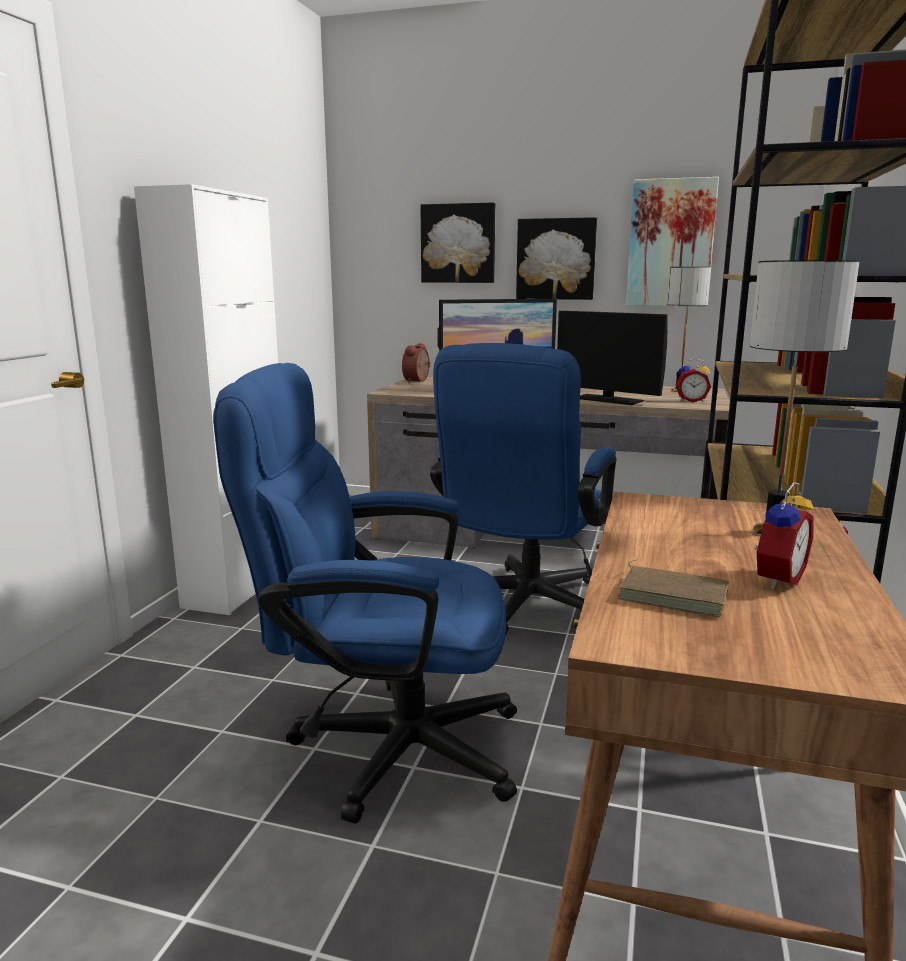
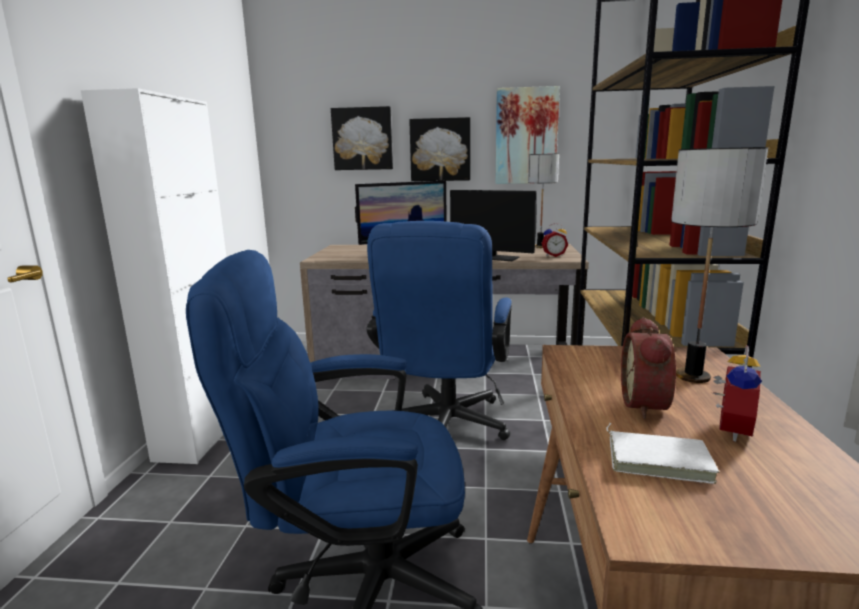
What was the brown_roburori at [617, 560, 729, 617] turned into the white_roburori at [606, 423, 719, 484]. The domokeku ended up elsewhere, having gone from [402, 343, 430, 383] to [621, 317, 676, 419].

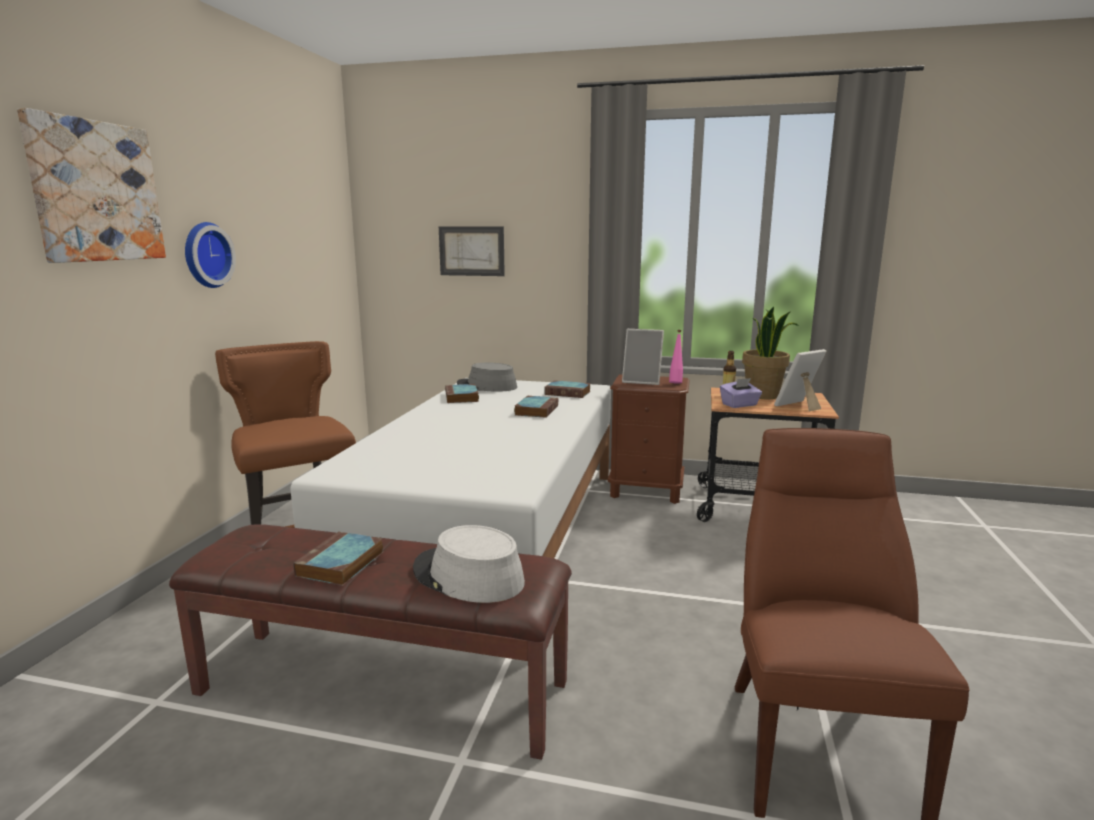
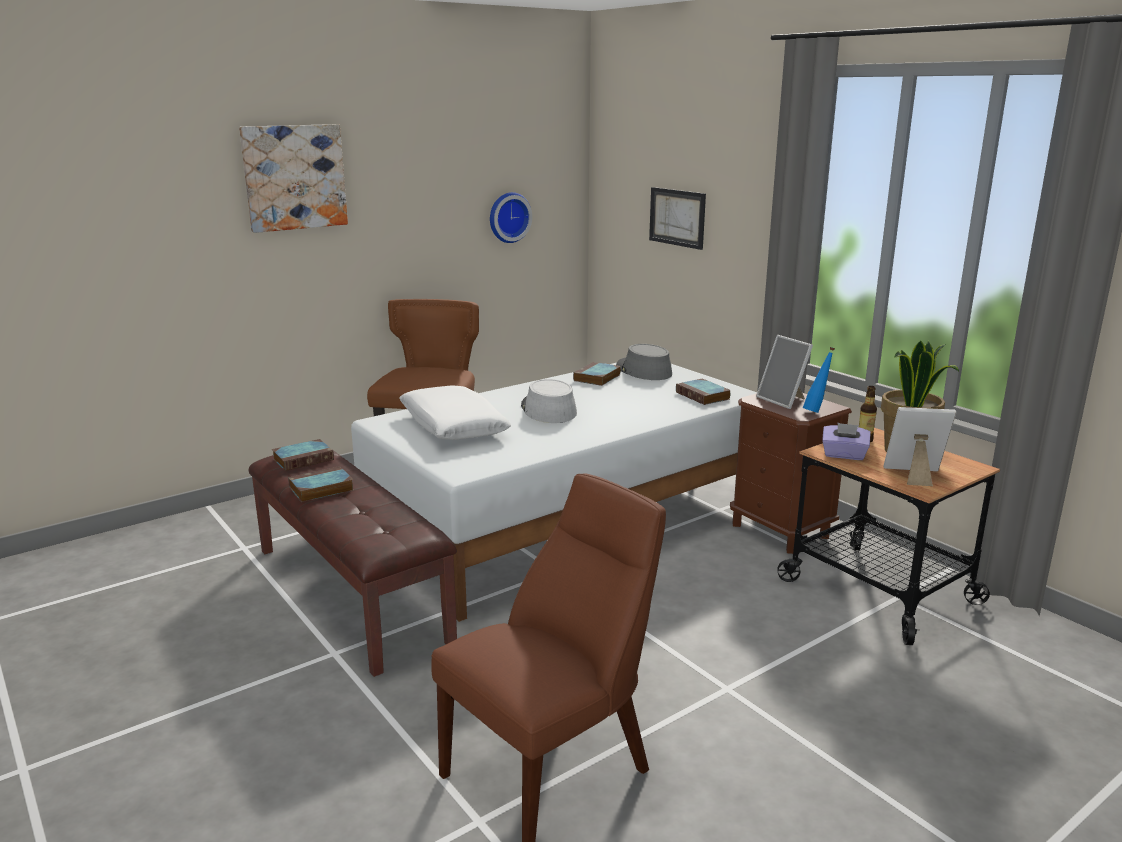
The roburori ended up elsewhere, having gone from [514, 396, 558, 418] to [272, 439, 334, 471]. The second view gained the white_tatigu at [399, 385, 511, 440]. The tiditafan ended up elsewhere, having gone from [185, 222, 236, 288] to [490, 192, 532, 243]. The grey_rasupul ended up elsewhere, having gone from [413, 525, 525, 603] to [521, 379, 577, 423]. What was the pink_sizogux at [669, 330, 683, 384] turned into the blue_sizogux at [803, 347, 835, 413].

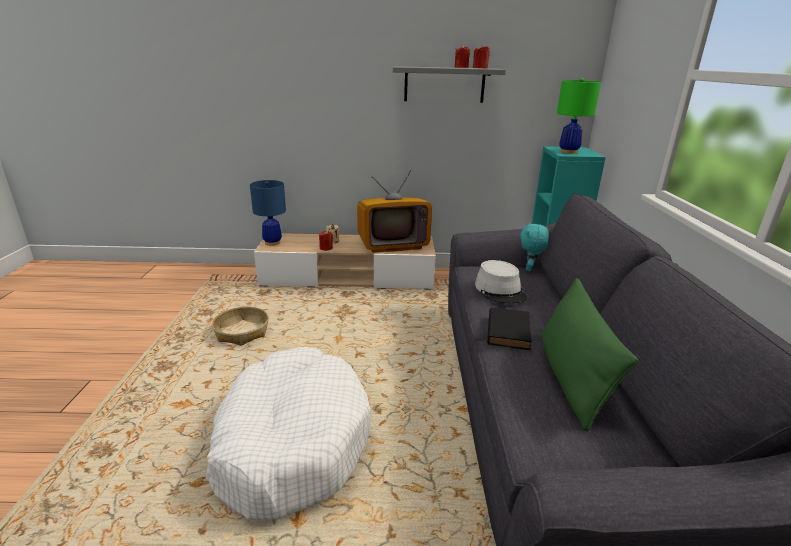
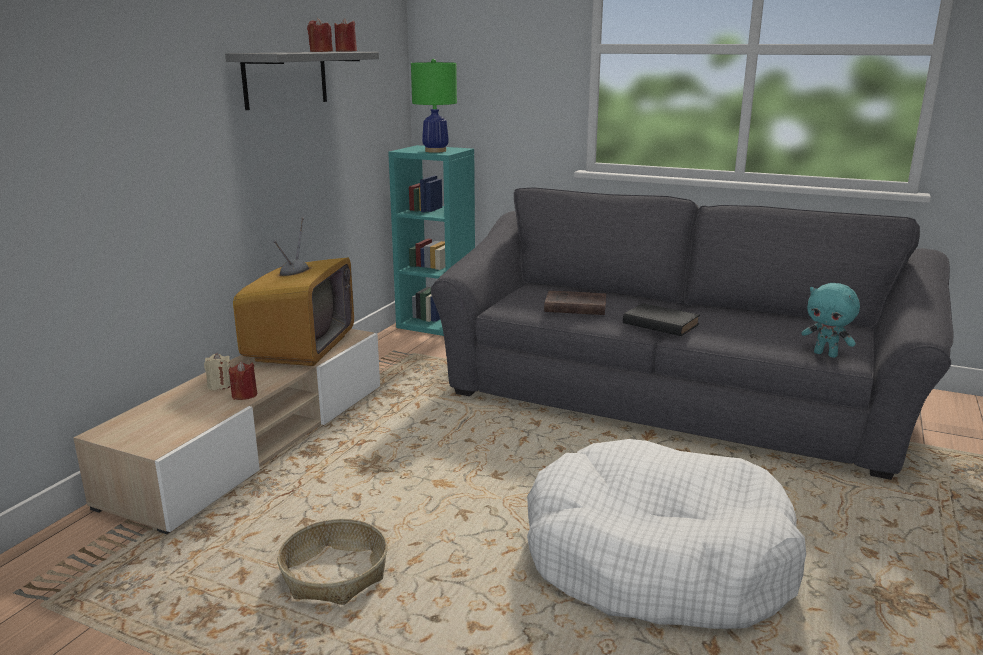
Where the grey_rasupul stood at [475, 260, 527, 303], the brown_roburori came to stand at [544, 291, 606, 315]. The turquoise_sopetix ended up elsewhere, having gone from [520, 223, 549, 271] to [802, 283, 860, 358]. The second view lost the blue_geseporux at [250, 180, 286, 246]. The second view lost the green_tatigu at [541, 278, 639, 432].

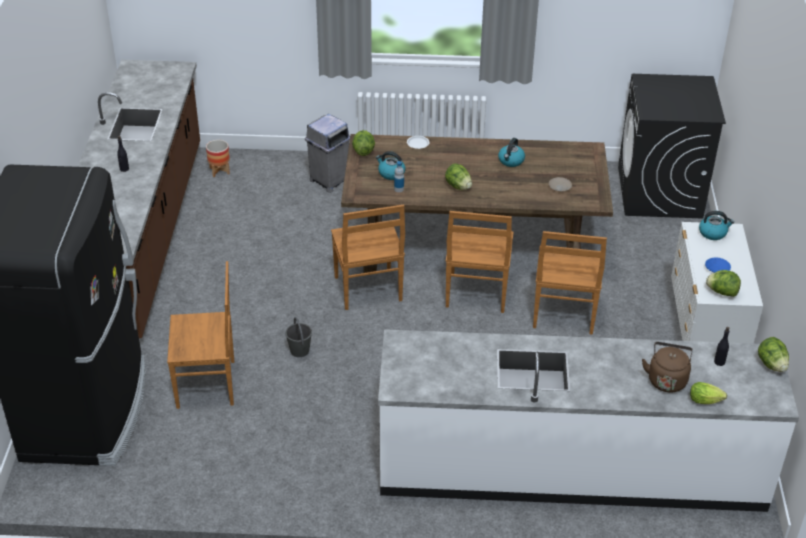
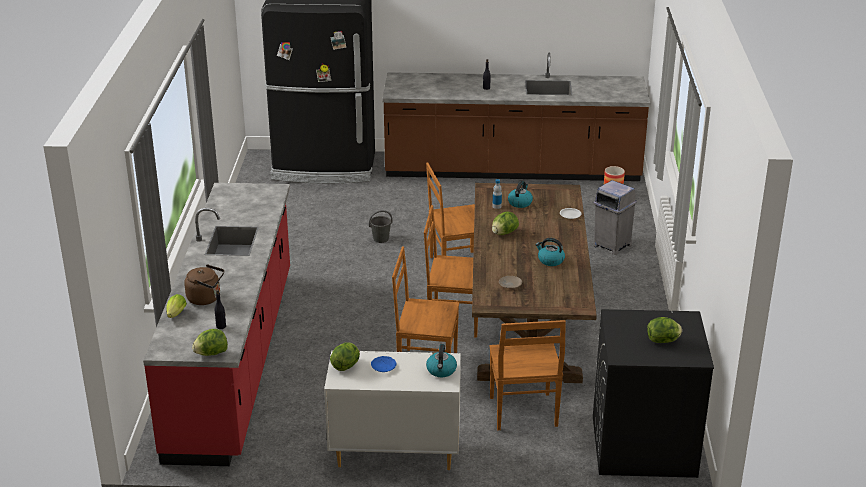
What was the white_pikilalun at [378, 329, 799, 512] turned into the red_pikilalun at [143, 183, 290, 466]. The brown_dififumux ended up elsewhere, having gone from [167, 261, 234, 409] to [489, 320, 566, 430]. The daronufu ended up elsewhere, having gone from [352, 130, 375, 156] to [647, 317, 682, 343].

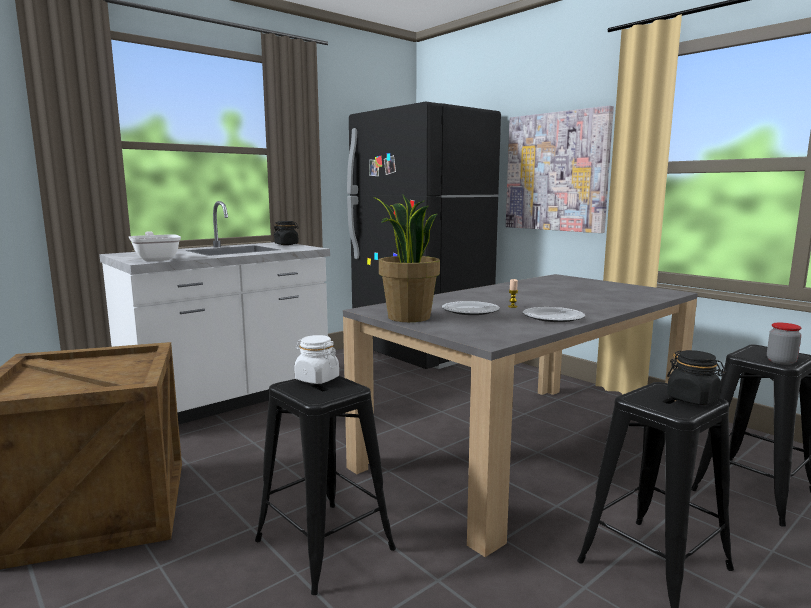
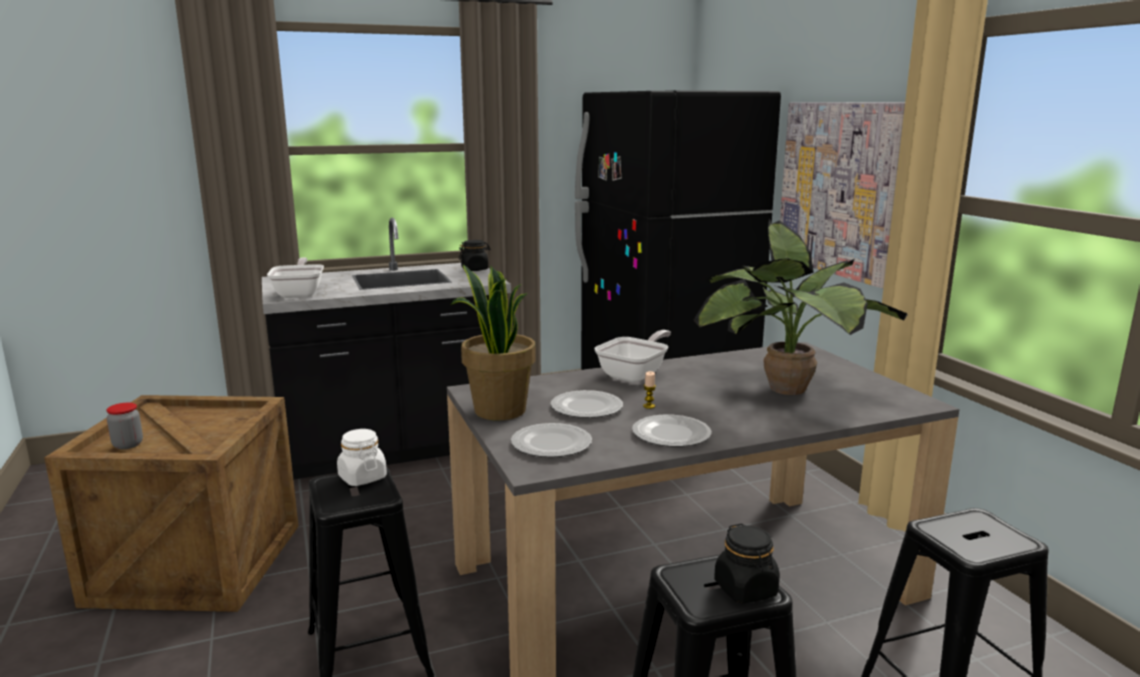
The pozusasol ended up elsewhere, having gone from [767, 323, 801, 365] to [106, 403, 143, 449]. What was the white_pikilalun at [99, 201, 330, 425] turned into the black_pikilalun at [262, 217, 511, 480]. The second view gained the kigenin at [511, 423, 592, 457]. The second view gained the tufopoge at [595, 330, 671, 383]. The second view gained the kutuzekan at [694, 219, 908, 395].

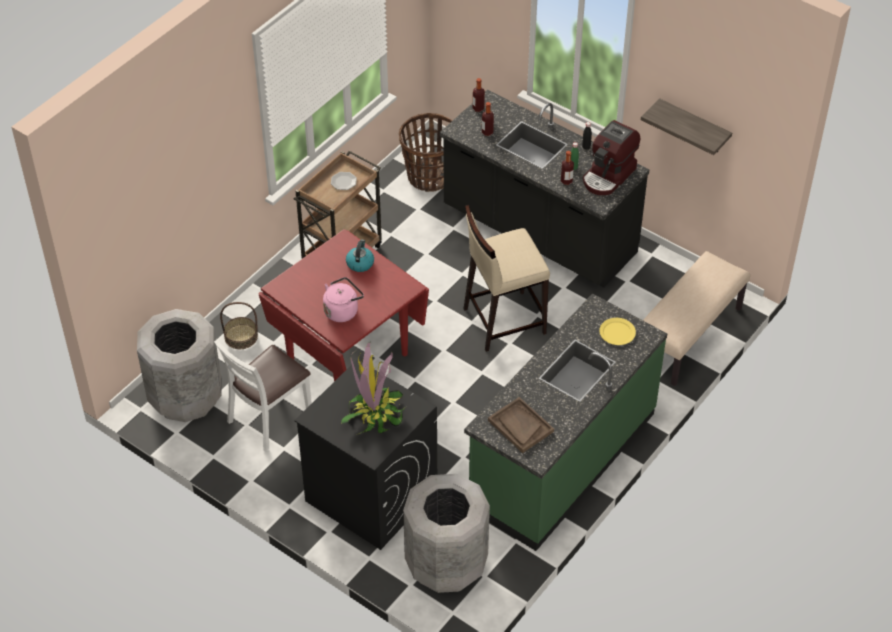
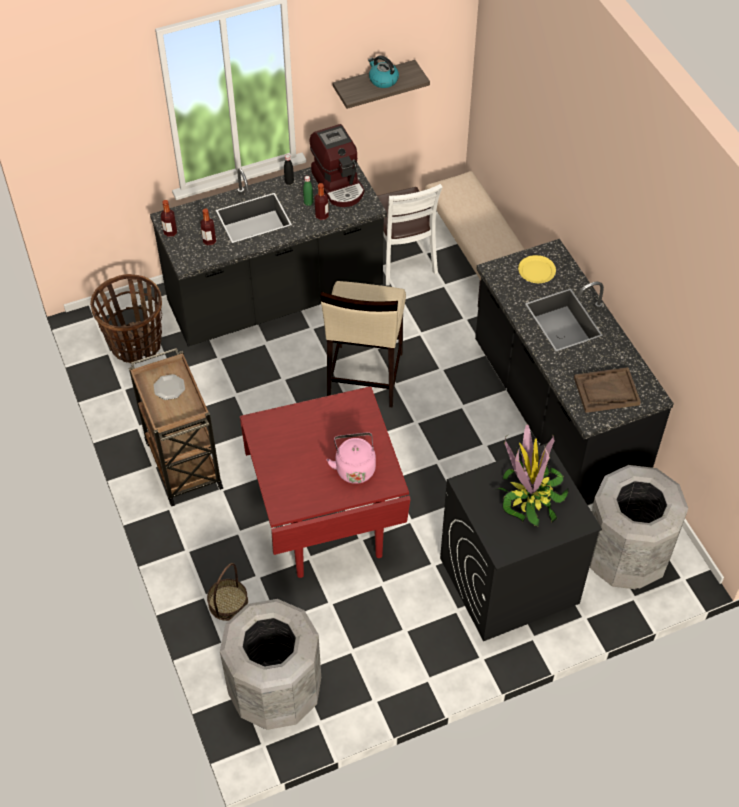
The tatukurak ended up elsewhere, having gone from [346, 240, 374, 272] to [368, 55, 399, 88]. The white_dififumux ended up elsewhere, having gone from [214, 339, 312, 452] to [377, 184, 443, 286]. What was the green_pikilalun at [464, 293, 667, 551] turned into the black_pikilalun at [475, 239, 674, 505].

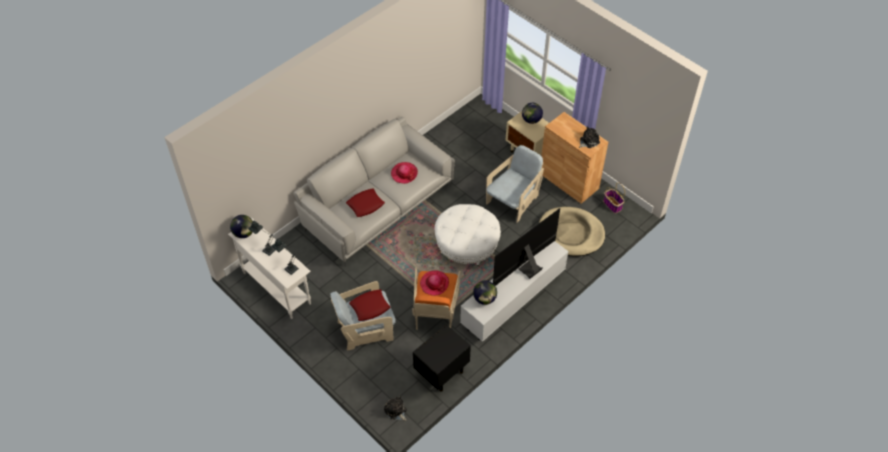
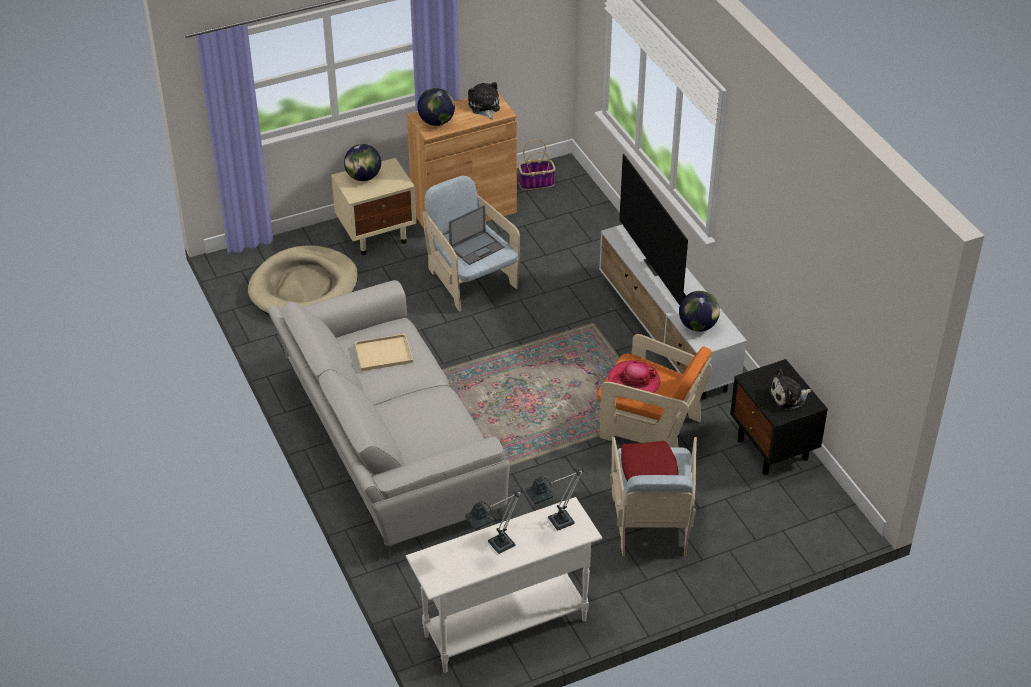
The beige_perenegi ended up elsewhere, having gone from [539, 207, 605, 257] to [248, 245, 358, 316]. Where the rasupul stood at [391, 162, 418, 184], the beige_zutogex came to stand at [354, 334, 413, 371]. The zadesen ended up elsewhere, having gone from [230, 215, 253, 238] to [417, 88, 455, 126]. The second view gained the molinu at [449, 205, 504, 265]. The sopetix ended up elsewhere, having gone from [384, 396, 407, 421] to [768, 369, 811, 410]. The second view lost the red_tatigu at [346, 189, 385, 217]. The second view lost the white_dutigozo at [434, 204, 501, 266].

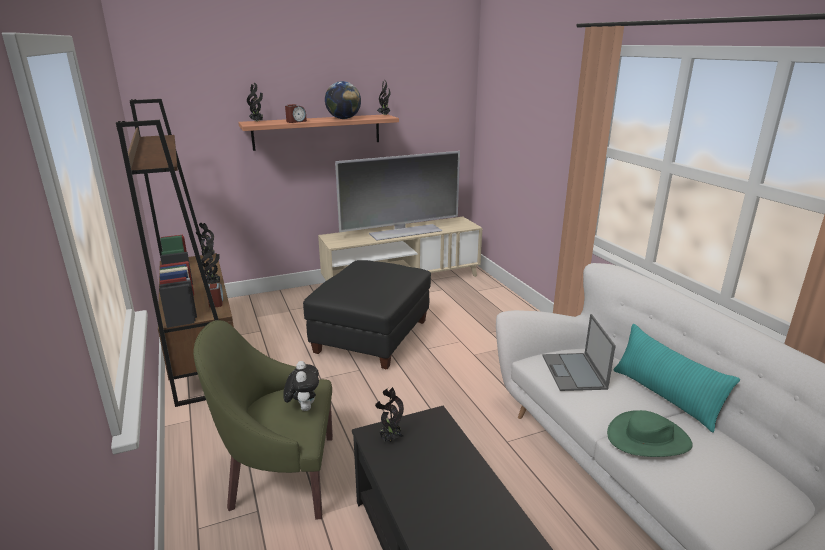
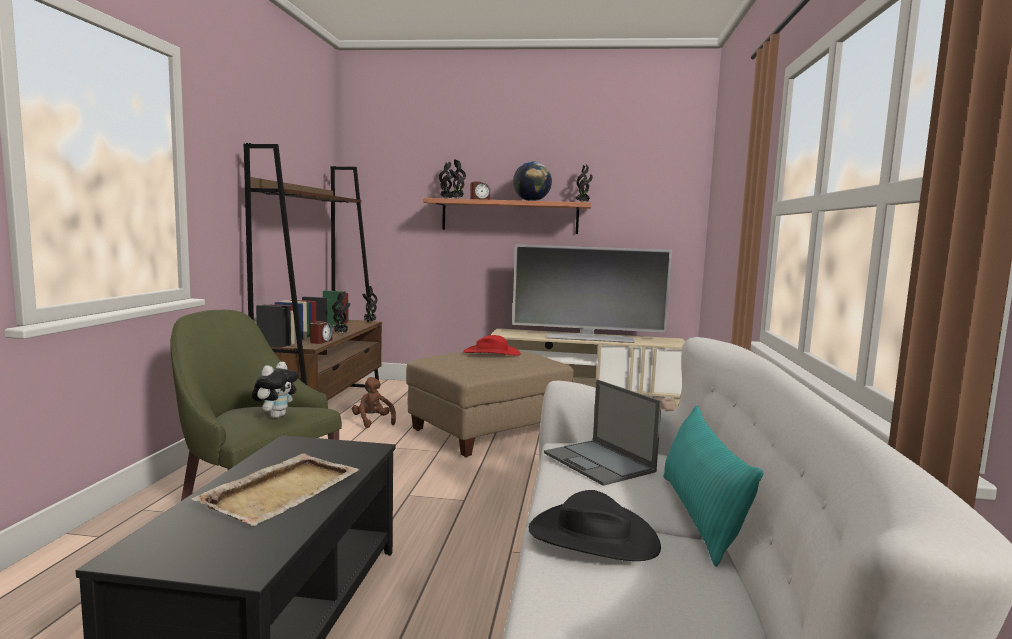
The second view gained the beige_zutogex at [192, 453, 360, 526]. The second view gained the brown_sopetix at [352, 377, 396, 428]. What was the black_dutigozo at [303, 260, 431, 369] turned into the beige_dutigozo at [406, 350, 574, 458]. The kutuzekan ended up elsewhere, having gone from [375, 387, 404, 442] to [449, 160, 466, 198]. The second view gained the red_rasupul at [463, 335, 521, 356]. What was the green_rasupul at [607, 410, 693, 457] turned into the black_rasupul at [529, 490, 661, 561]. The molinu at [542, 314, 616, 391] ended up facing another way, 60 degrees counterclockwise from before.

